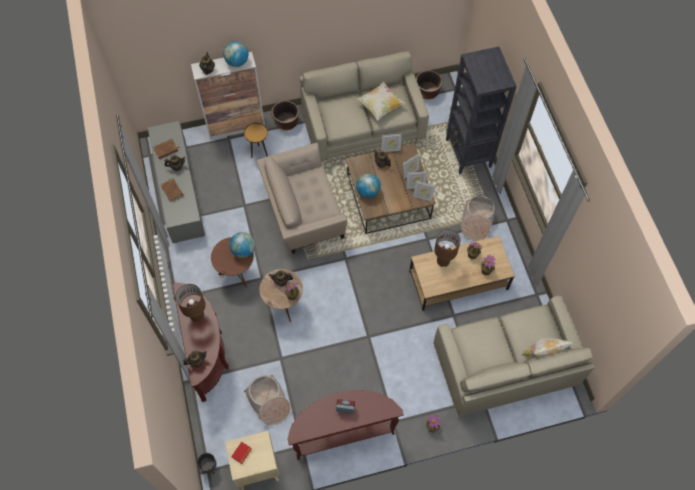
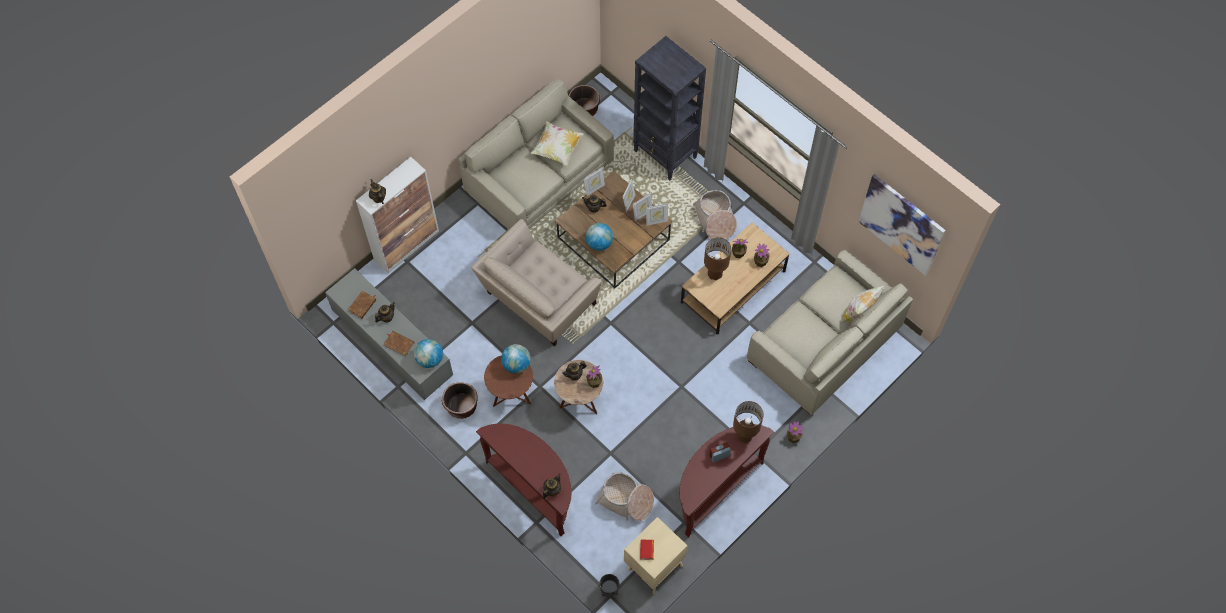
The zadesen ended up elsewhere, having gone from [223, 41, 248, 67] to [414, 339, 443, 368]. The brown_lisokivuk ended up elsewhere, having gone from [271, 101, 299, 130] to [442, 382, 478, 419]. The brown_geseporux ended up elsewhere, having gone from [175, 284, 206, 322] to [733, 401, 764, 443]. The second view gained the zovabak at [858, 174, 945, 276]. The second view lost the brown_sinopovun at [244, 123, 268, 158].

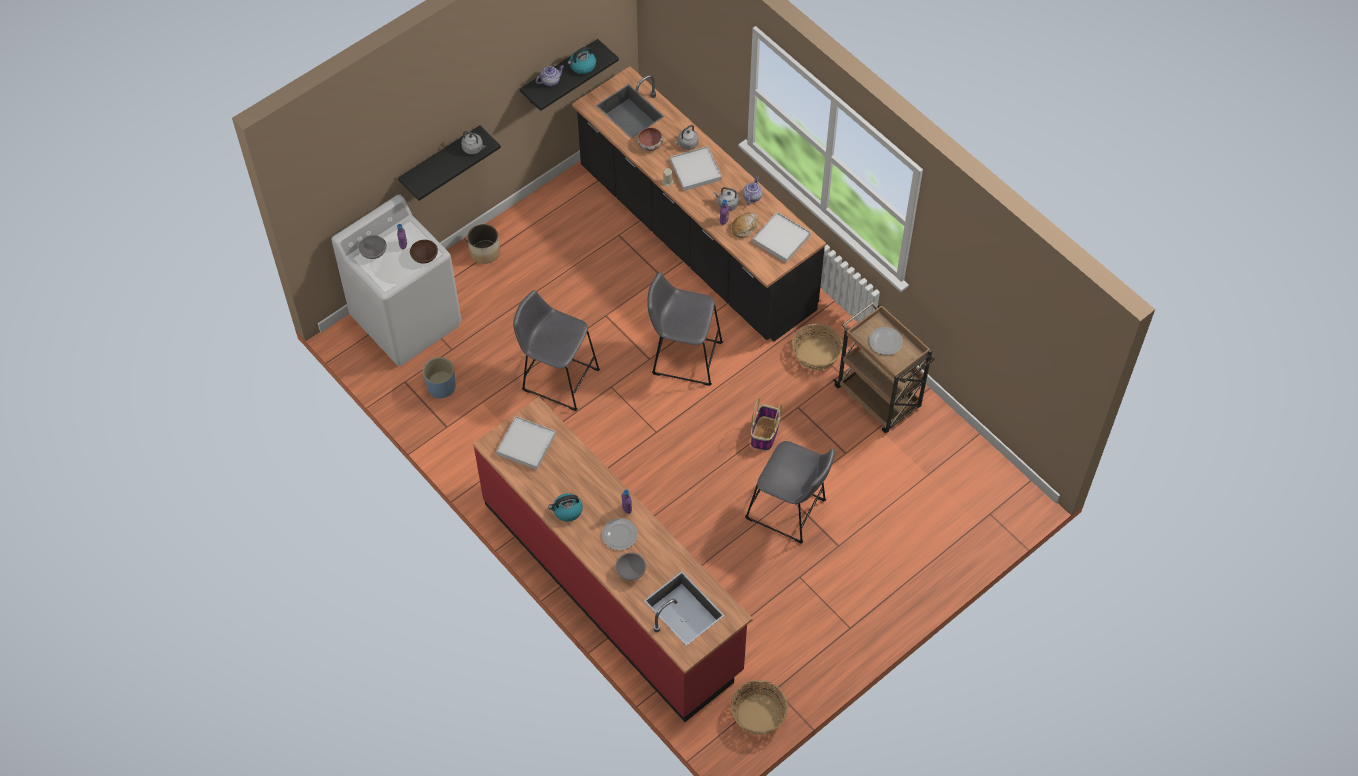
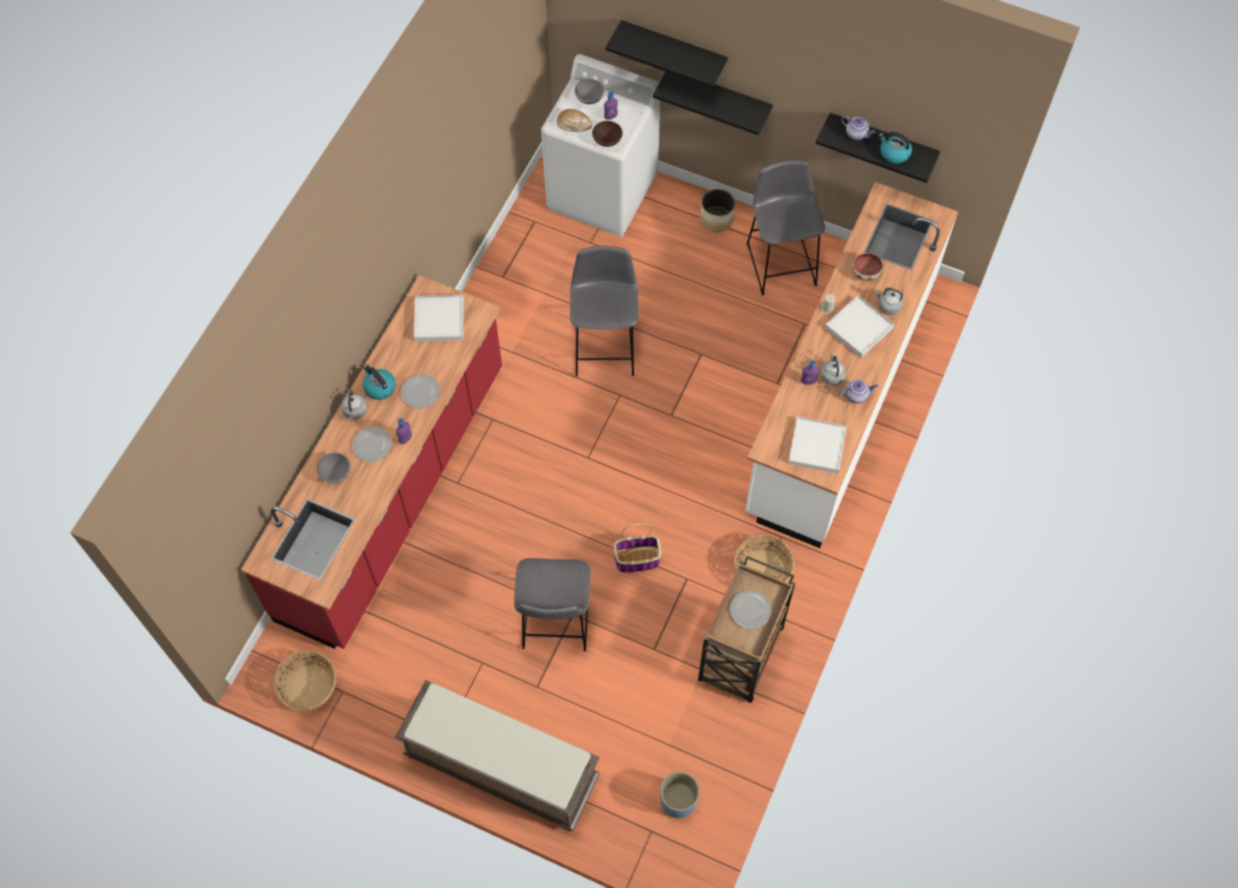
The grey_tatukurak ended up elsewhere, having gone from [461, 131, 486, 154] to [341, 390, 367, 421]. The second view gained the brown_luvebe at [395, 680, 600, 832]. The second view gained the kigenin at [401, 374, 440, 408]. The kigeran ended up elsewhere, having gone from [732, 212, 758, 238] to [557, 109, 592, 132]. The second view gained the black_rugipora at [606, 20, 728, 88]. The blue_lisokivuk ended up elsewhere, having gone from [423, 357, 456, 398] to [660, 772, 700, 818]. What was the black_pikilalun at [572, 66, 826, 341] turned into the white_pikilalun at [745, 182, 958, 548]. The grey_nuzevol ended up elsewhere, having gone from [647, 272, 723, 386] to [747, 160, 825, 295].

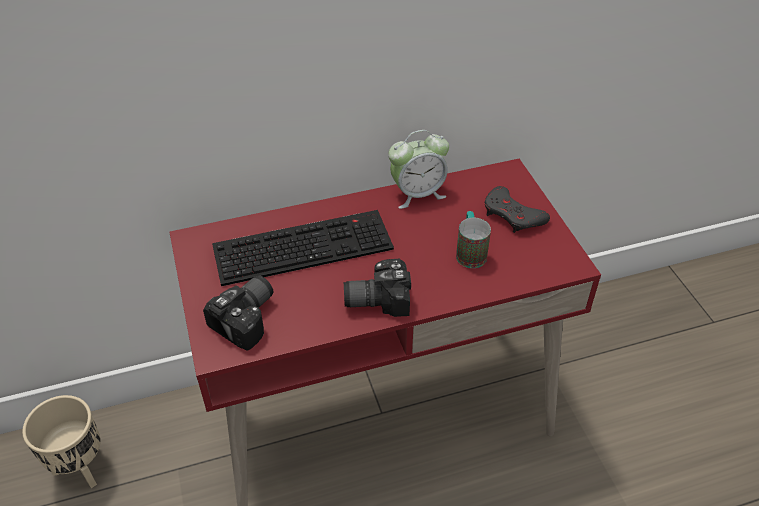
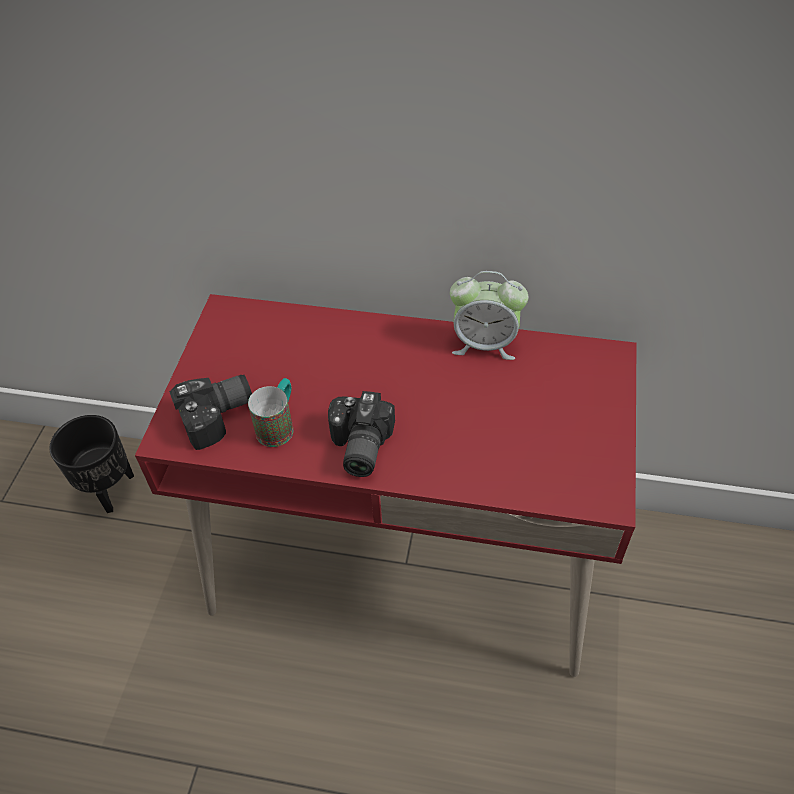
What was the beige_lisokivuk at [22, 395, 100, 488] turned into the black_lisokivuk at [49, 415, 134, 513]. The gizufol ended up elsewhere, having gone from [456, 211, 491, 268] to [248, 378, 293, 447]. The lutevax at [344, 259, 411, 317] ended up facing another way, 105 degrees counterclockwise from before. The second view lost the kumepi at [212, 210, 394, 286]. The second view lost the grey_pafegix at [485, 186, 550, 233].

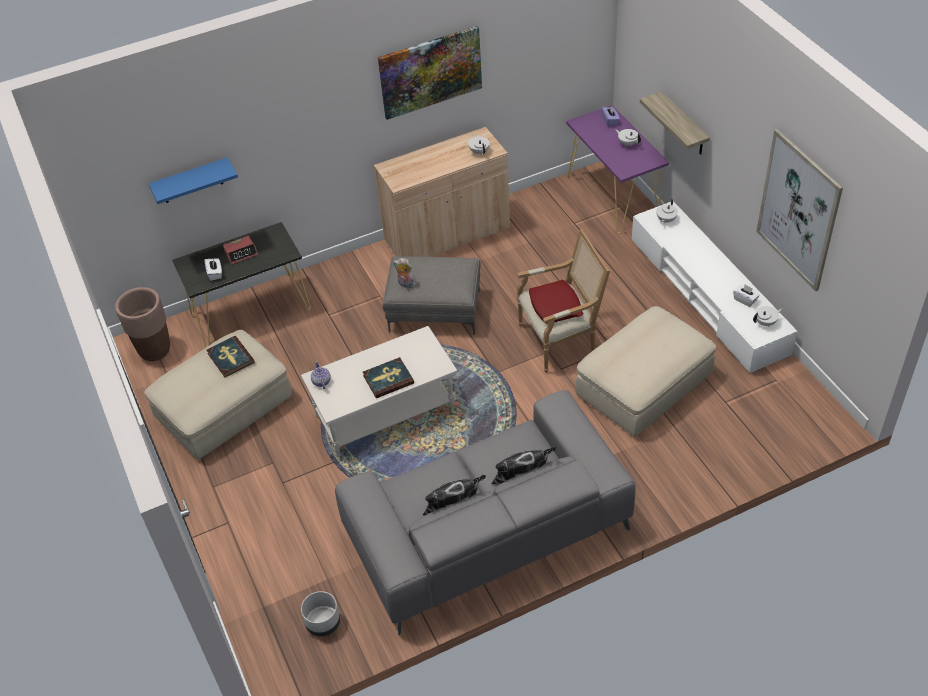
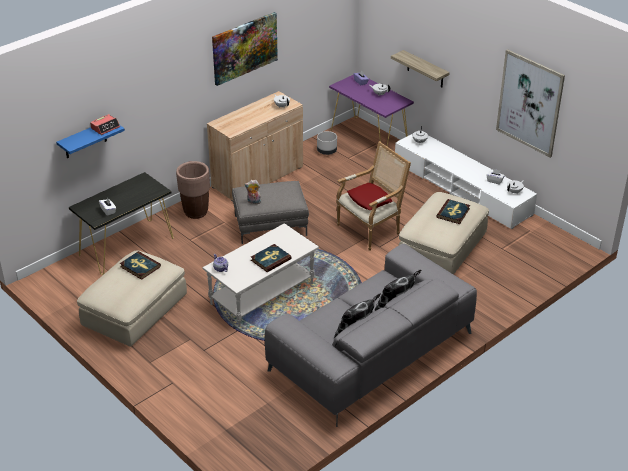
The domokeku ended up elsewhere, having gone from [223, 236, 258, 264] to [90, 114, 120, 135]. The brown_lisokivuk ended up elsewhere, having gone from [115, 287, 170, 361] to [176, 161, 210, 219]. The grey_lisokivuk ended up elsewhere, having gone from [301, 591, 340, 637] to [317, 131, 337, 155]. The second view gained the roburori at [436, 199, 470, 224].

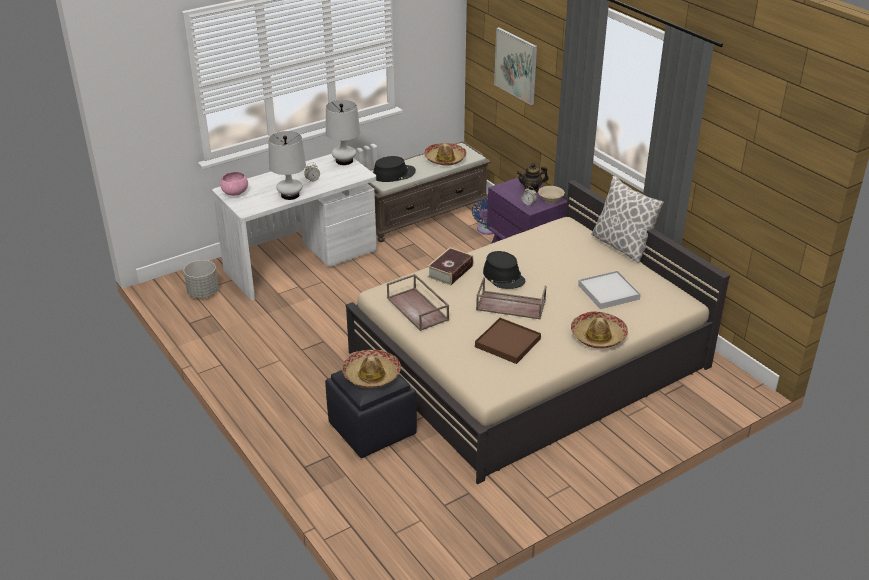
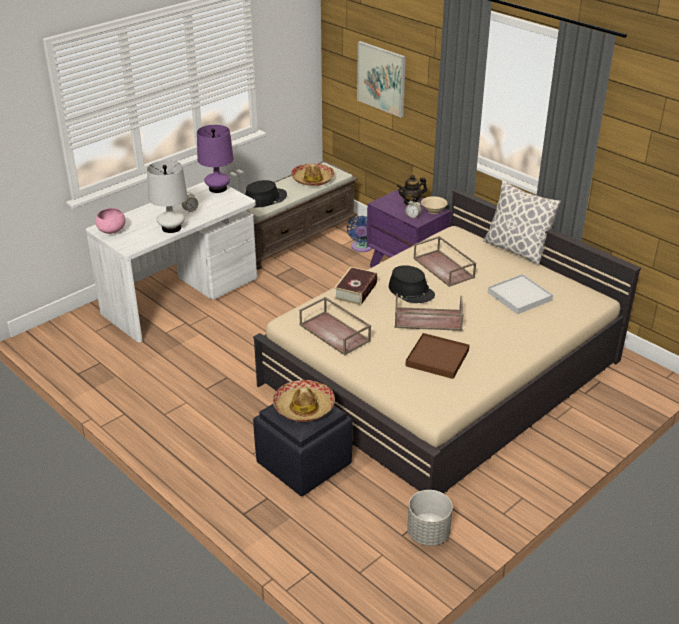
What was the white_geseporux at [326, 100, 360, 165] turned into the purple_geseporux at [197, 125, 234, 193]. The grey_lisokivuk ended up elsewhere, having gone from [184, 260, 219, 298] to [407, 490, 453, 546]. The second view gained the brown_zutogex at [413, 236, 476, 287]. The second view lost the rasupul at [571, 311, 628, 348].

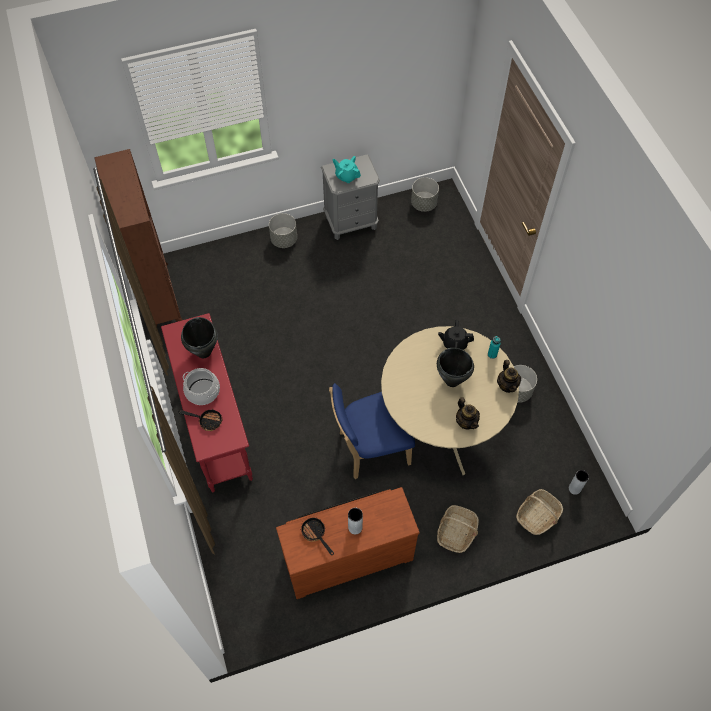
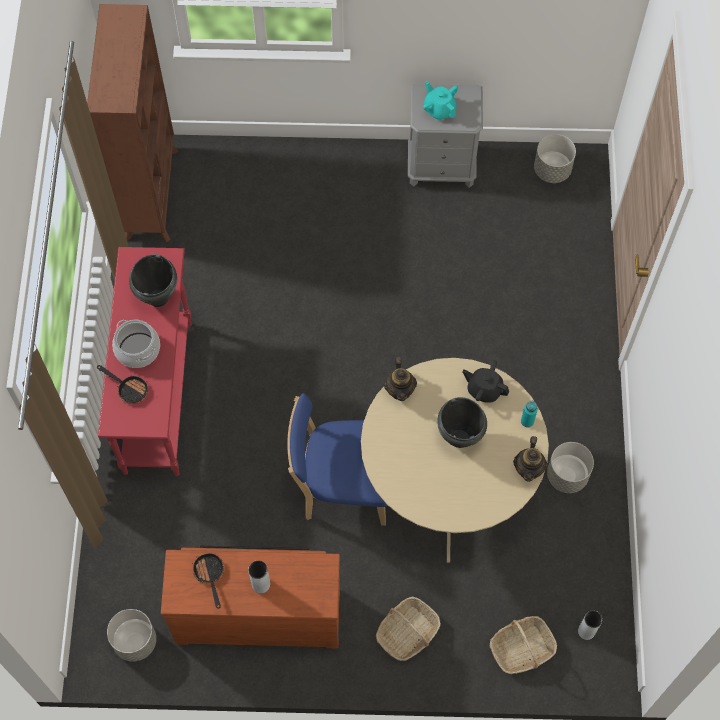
The grey_lisokivuk ended up elsewhere, having gone from [269, 213, 297, 248] to [107, 609, 156, 662]. The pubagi ended up elsewhere, having gone from [456, 397, 480, 429] to [384, 357, 417, 401].

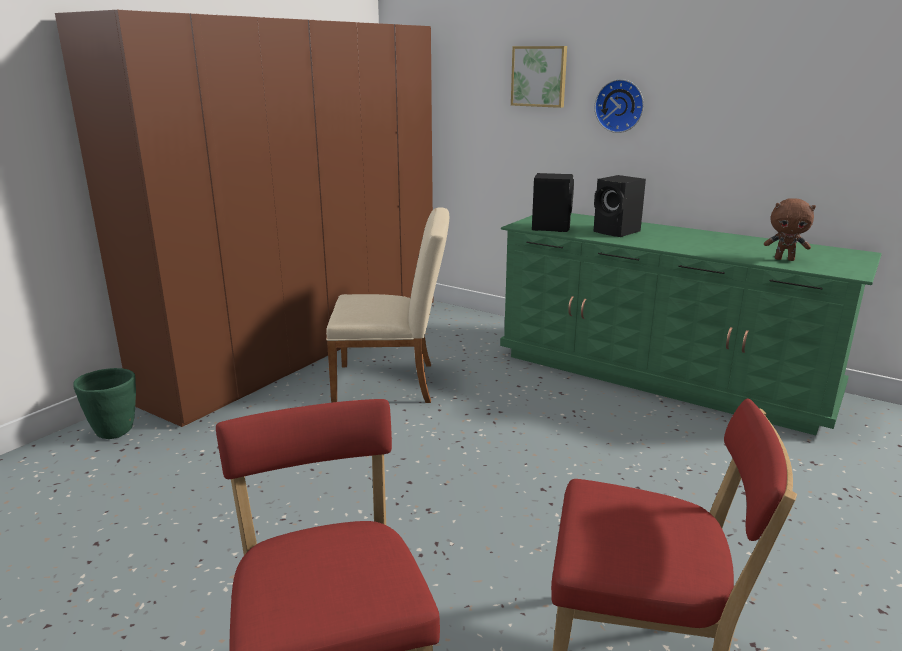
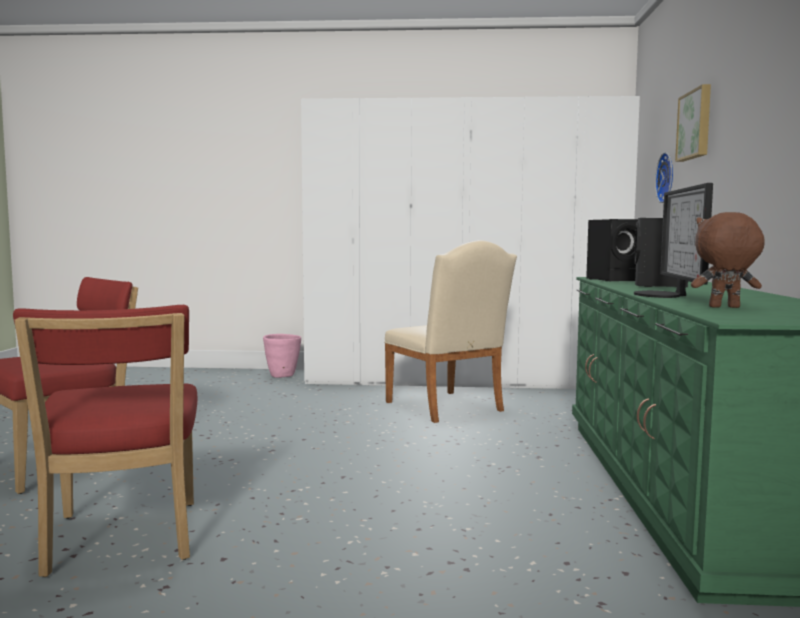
What was the green_lisokivuk at [73, 368, 136, 439] turned into the pink_lisokivuk at [263, 334, 301, 378]. What was the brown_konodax at [55, 10, 434, 427] turned into the white_konodax at [301, 96, 640, 389]. The second view gained the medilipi at [634, 183, 713, 298]. The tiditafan ended up elsewhere, having gone from [595, 79, 644, 133] to [655, 152, 673, 203]. The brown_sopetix at [764, 198, 816, 261] ended up facing another way, 105 degrees clockwise from before.

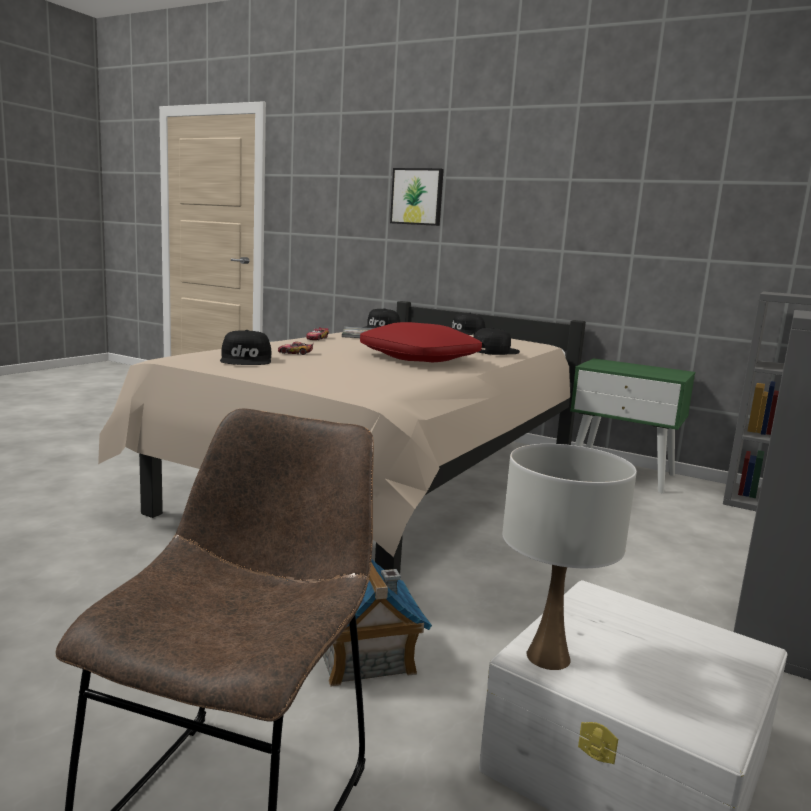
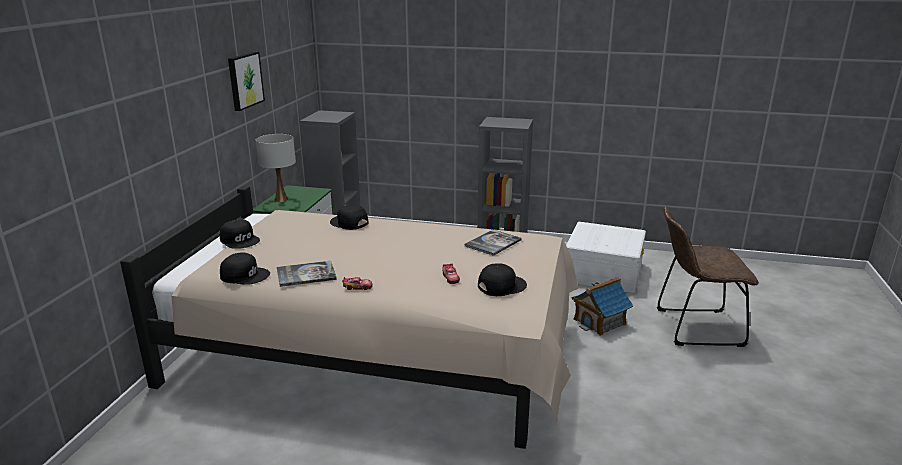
The zovabak ended up elsewhere, having gone from [390, 168, 444, 226] to [228, 52, 265, 111]. The white_geseporux ended up elsewhere, having gone from [502, 444, 637, 670] to [256, 134, 296, 202]. The second view gained the roburori at [465, 230, 522, 256]. The second view lost the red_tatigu at [360, 322, 482, 363].

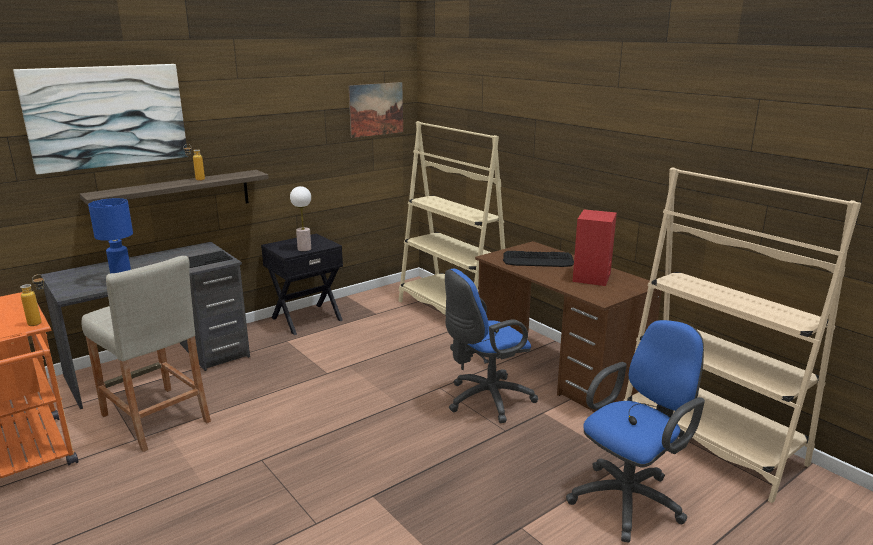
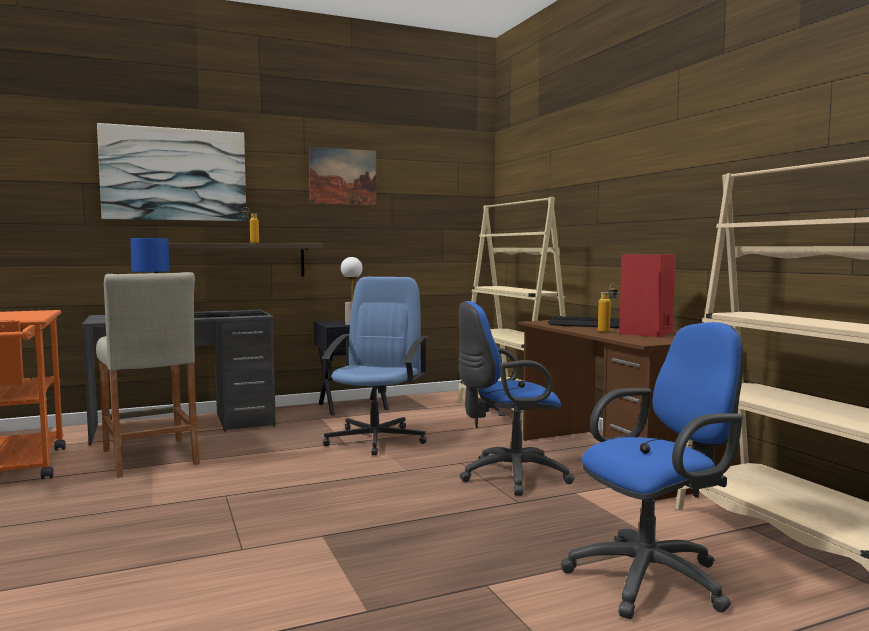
The zovabak ended up elsewhere, having gone from [349, 82, 403, 138] to [309, 147, 377, 205]. The second view gained the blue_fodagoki at [322, 277, 427, 456]. The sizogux ended up elsewhere, having gone from [20, 274, 44, 326] to [598, 283, 618, 332].

